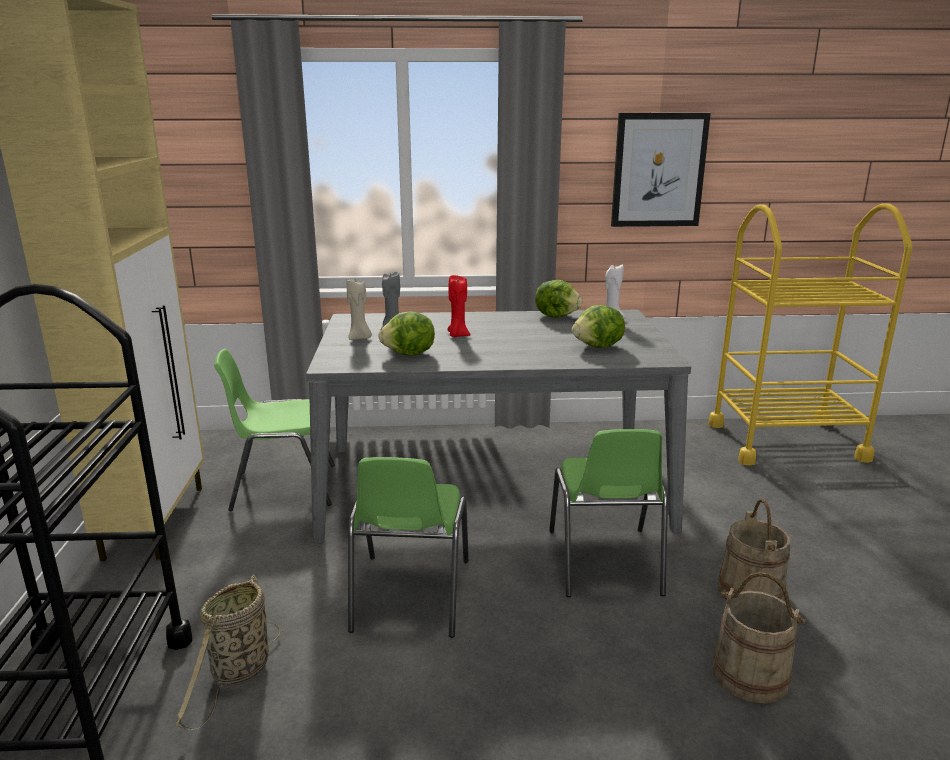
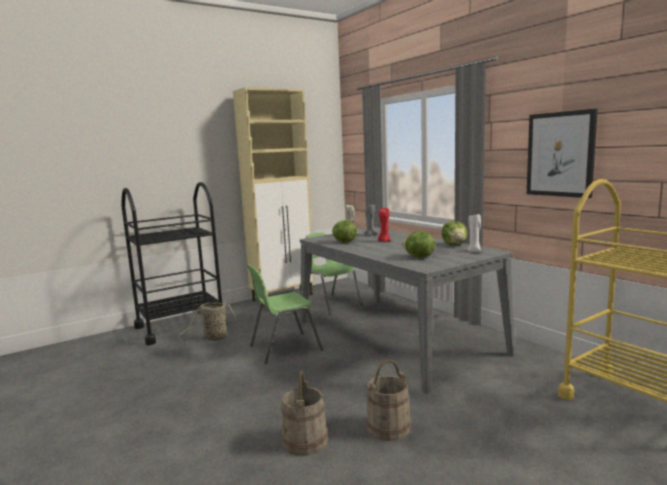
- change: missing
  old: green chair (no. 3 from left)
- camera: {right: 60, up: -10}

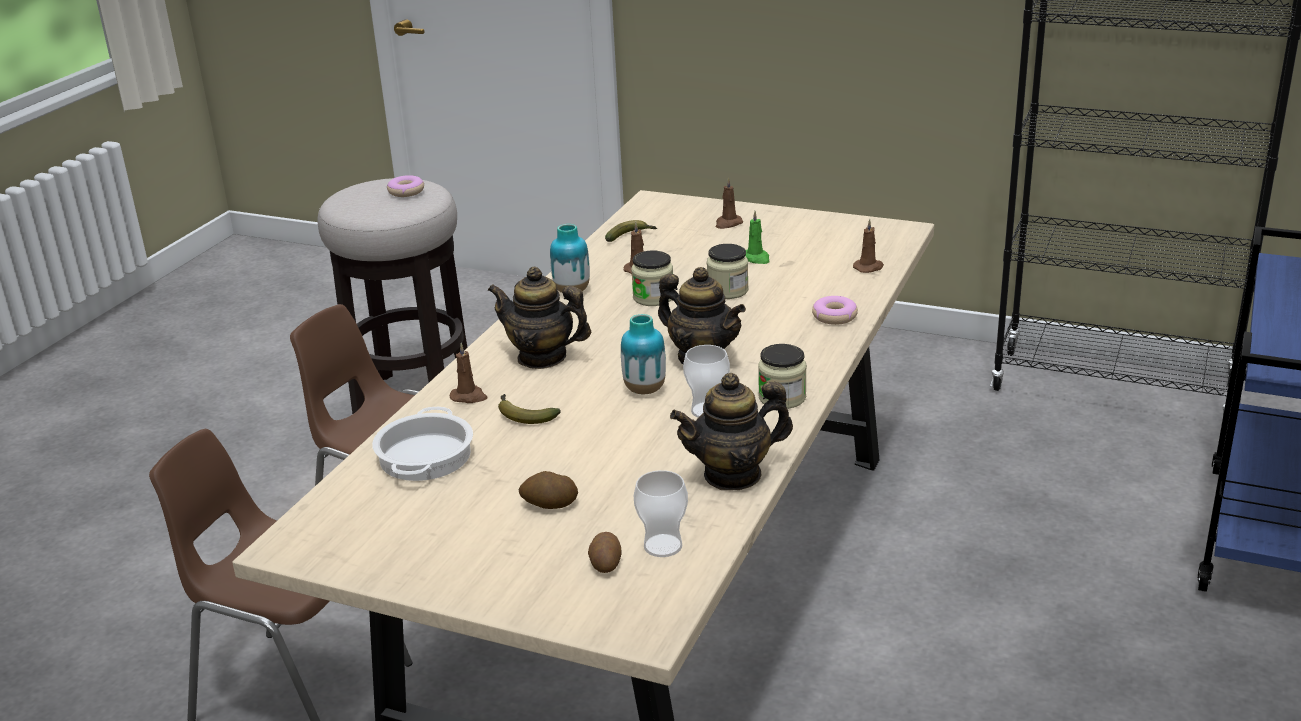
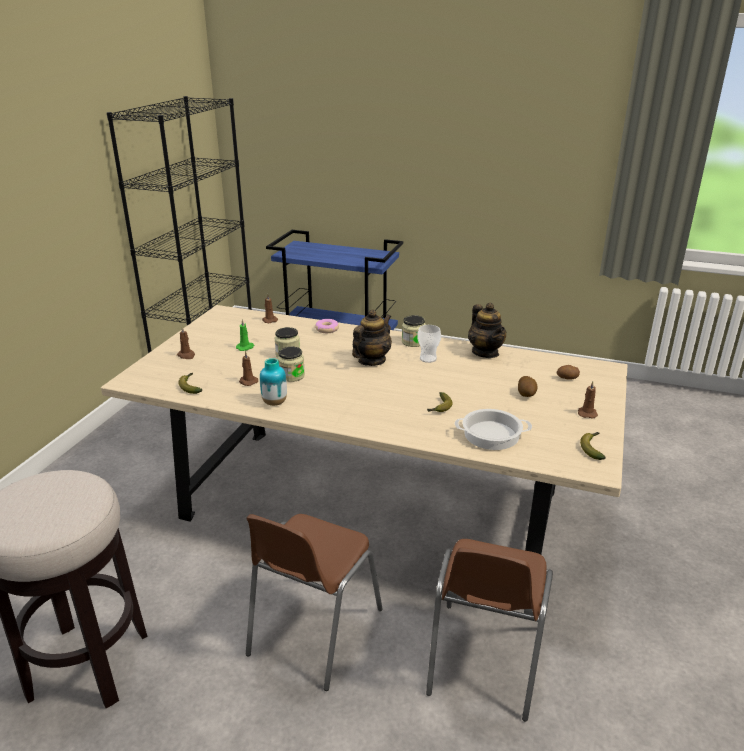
- change: missing
  old: donut (no. 1 from left)
- change: missing
  old: teapot (no. 1 from left)
- change: missing
  old: vase (no. 2 from left)
- change: missing
  old: cup (no. 1 from left)
- change: appeared
  new: banana (no. 3 from left)
- change: relocated
  old: brown candle (no. 1 from left in the first image)
  new: brown candle (no. 4 from left)
- camera: {right: -95, up: 0}

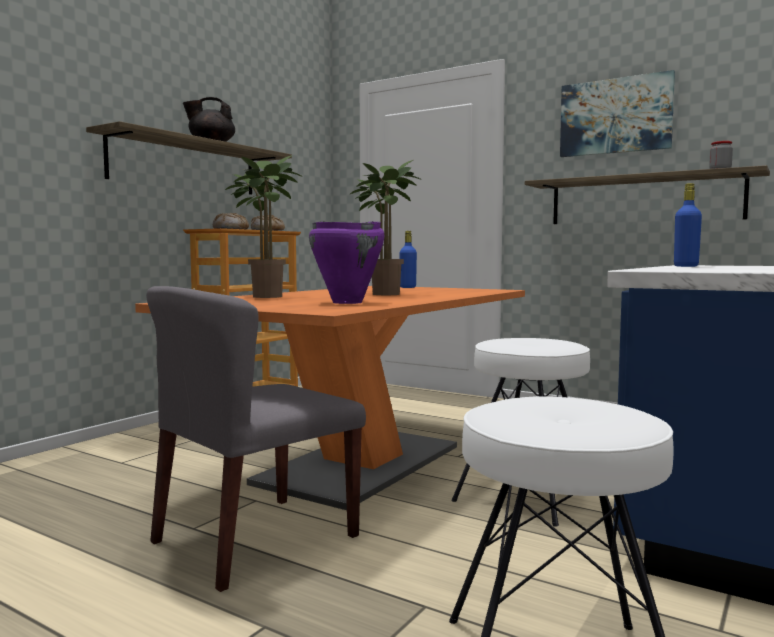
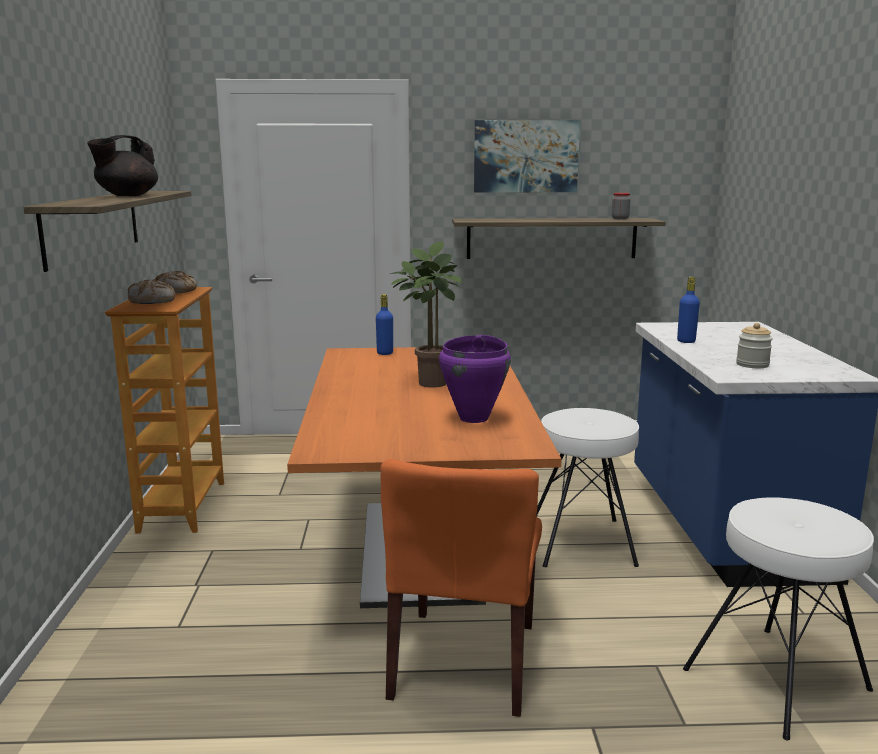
- change: missing
  old: potted plant (no. 1 from left)
- change: appeared
  new: jar (no. 2 from left)
- change: colour
  old: grey chair
  new: orange chair
- camera: {right: -35, up: 10}

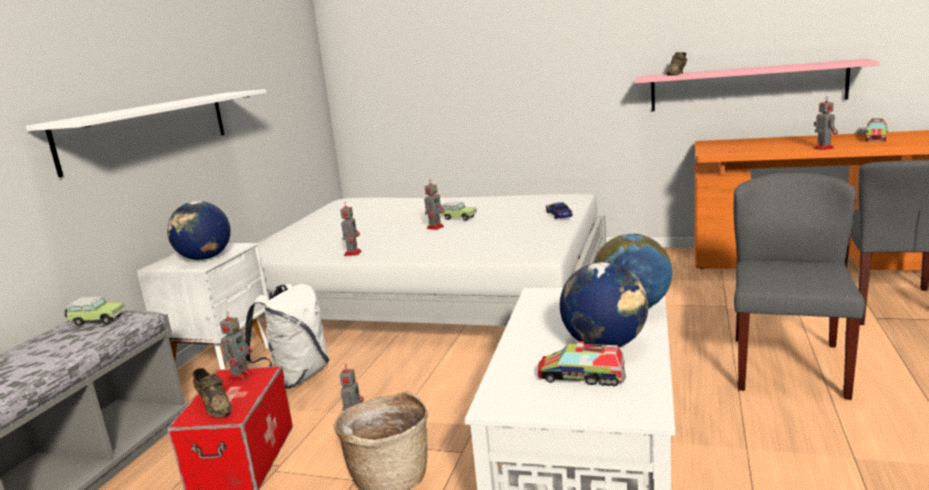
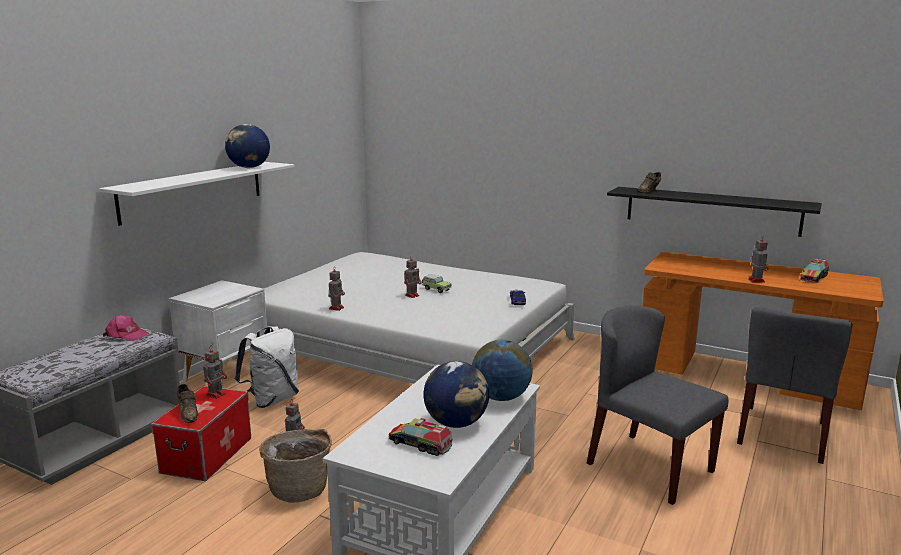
- change: relocated
  old: globe (no. 1 from left)
- change: exchanged
  old: toy car (no. 1 from left)
  new: pink cap
- change: colour
  old: pink shelf
  new: black shelf
- change: spun
  old: grey chair (no. 1 from left)
  degrees: -75
- camera: {right: 10, up: 0}

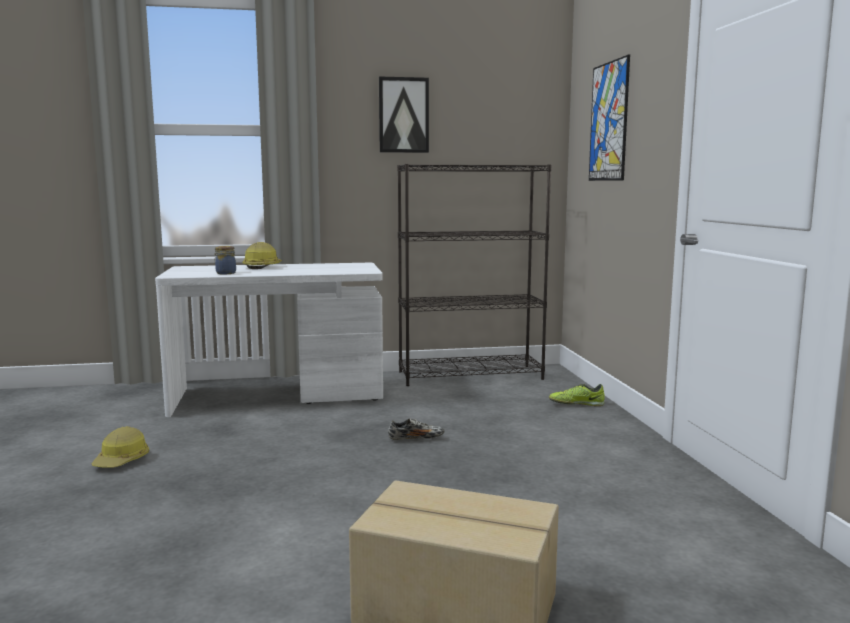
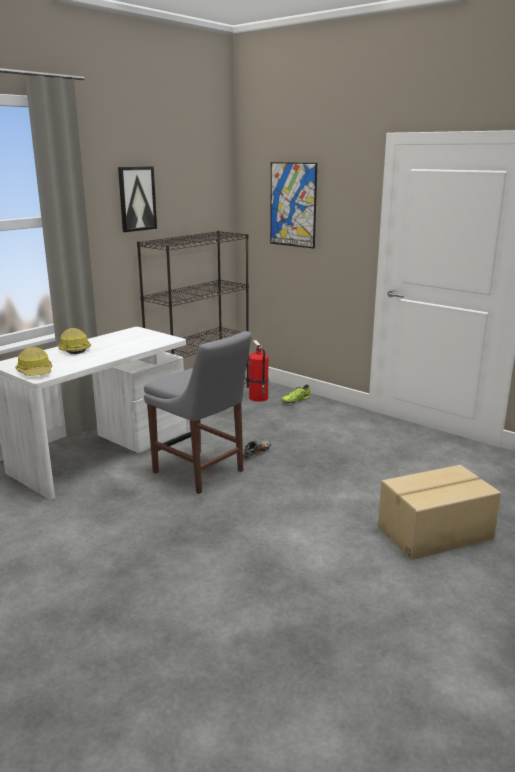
- change: missing
  old: jar
- change: appeared
  new: grey chair
- change: appeared
  new: fire extinguisher
- change: relocated
  old: hard hat (no. 1 from left)
- camera: {right: -40, up: 10}

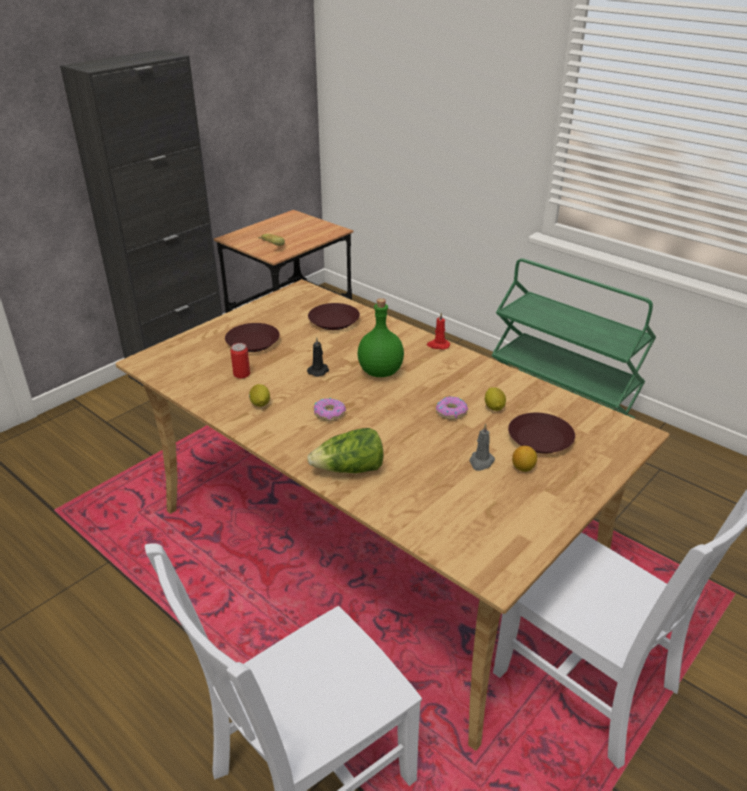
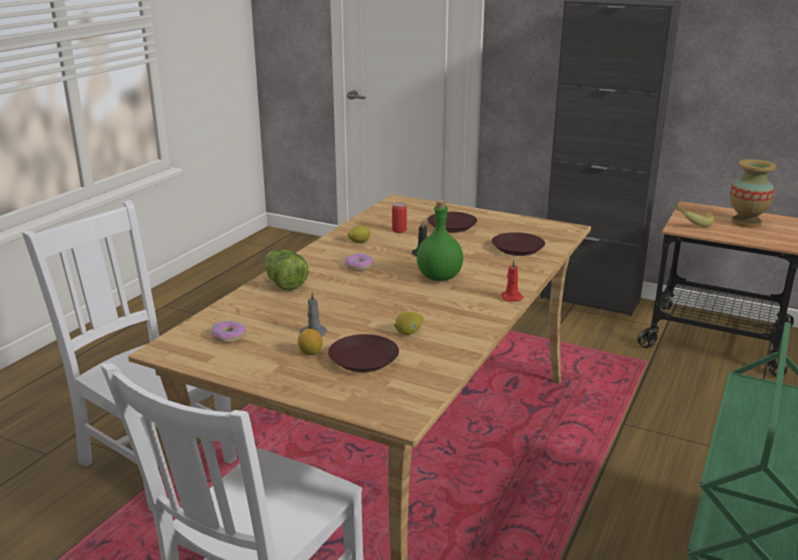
- change: appeared
  new: vase
- change: relocated
  old: donut (no. 2 from left in the first image)
  new: donut (no. 1 from left)
- camera: {right: 75, up: -10}

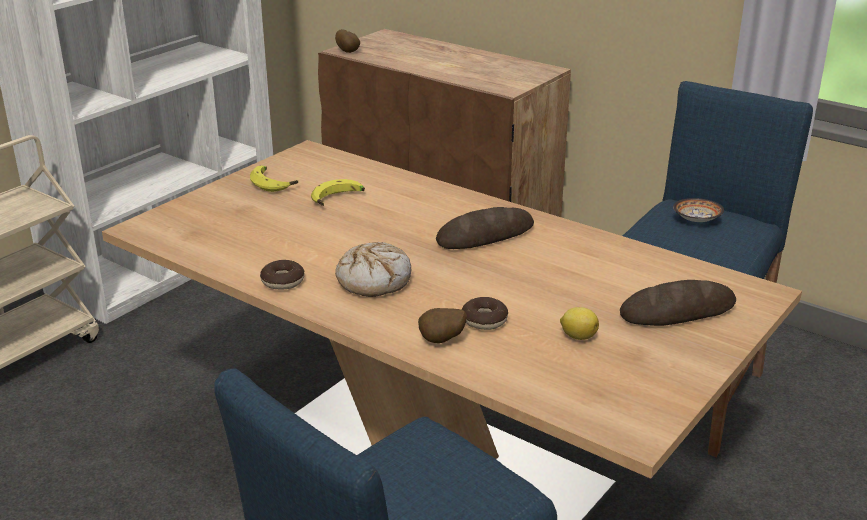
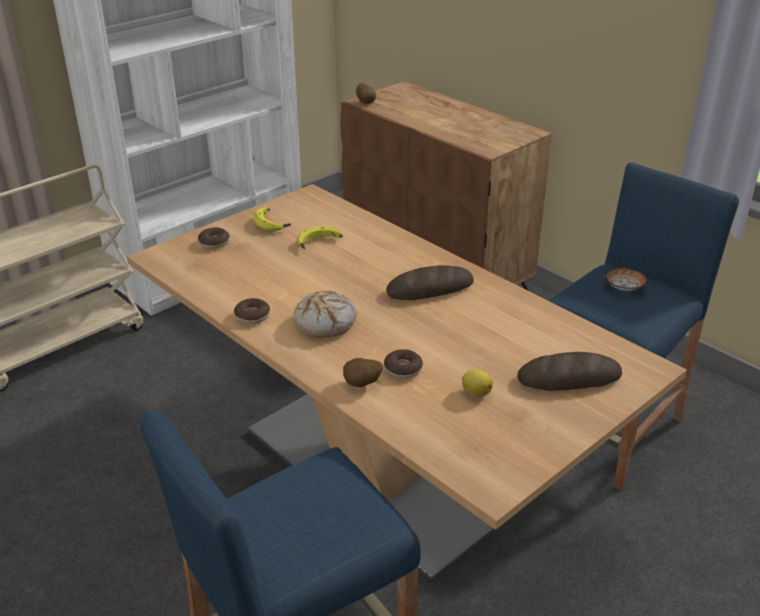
- change: appeared
  new: donut (no. 1 from left)
- camera: {right: 10, up: 5}

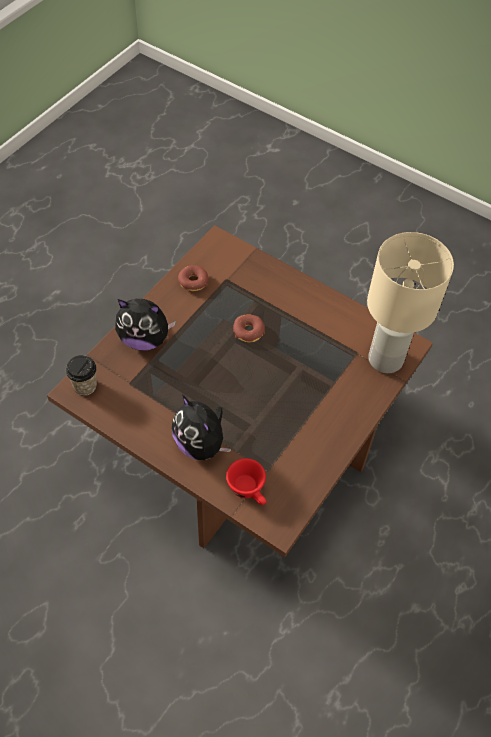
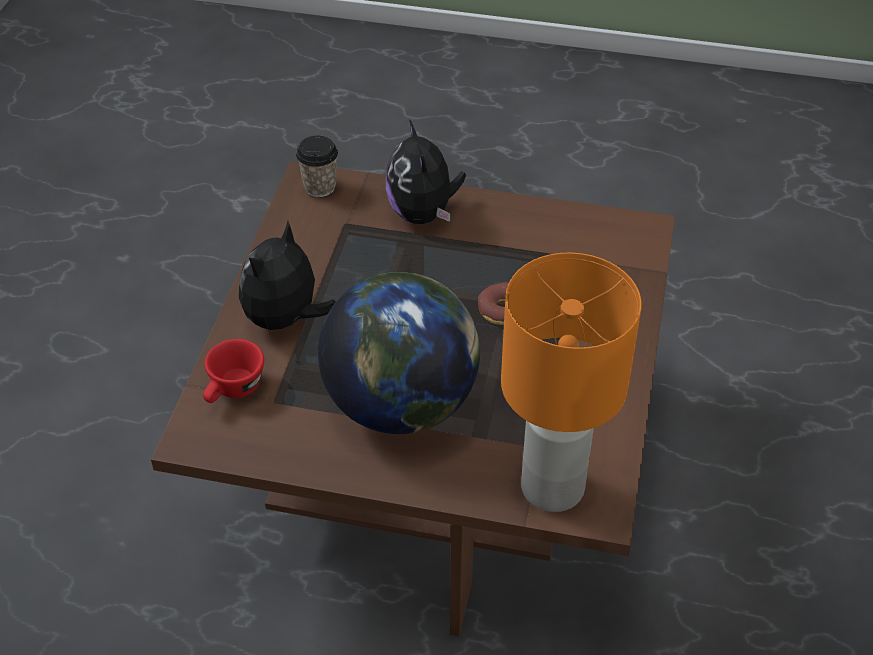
- change: missing
  old: donut (no. 1 from left)
- change: appeared
  new: globe
- change: colour
  old: beige table lamp
  new: orange table lamp
- camera: {right: 70, up: -10}

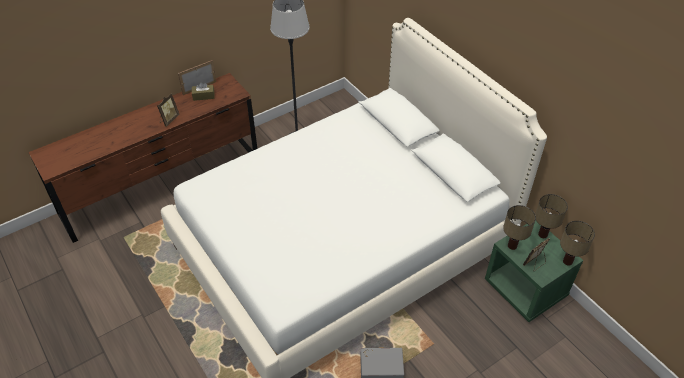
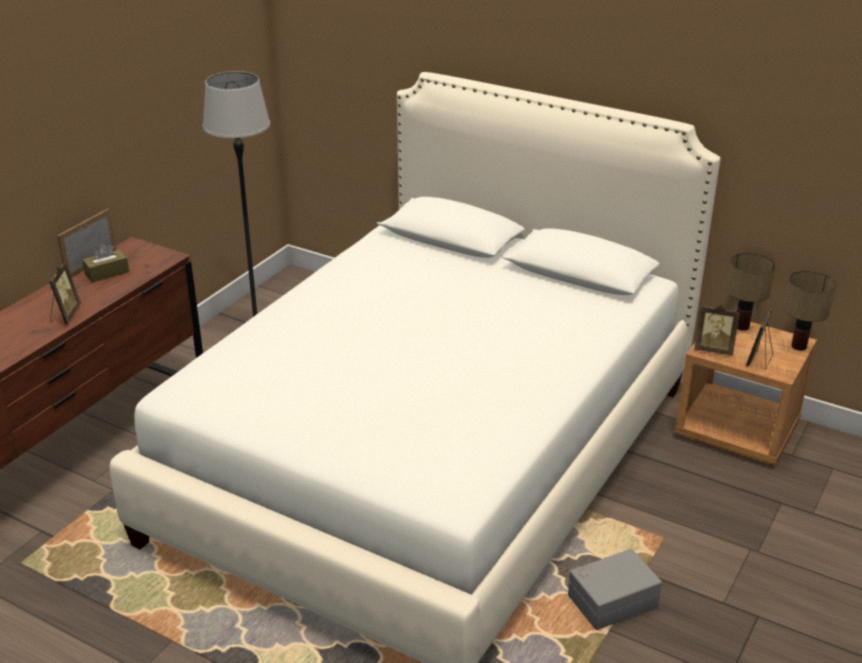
- change: exchanged
  old: table lamp (no. 1 from left)
  new: picture frame (no. 3 from left)
- change: colour
  old: green nightstand
  new: brown nightstand
- camera: {right: -25, up: -15}

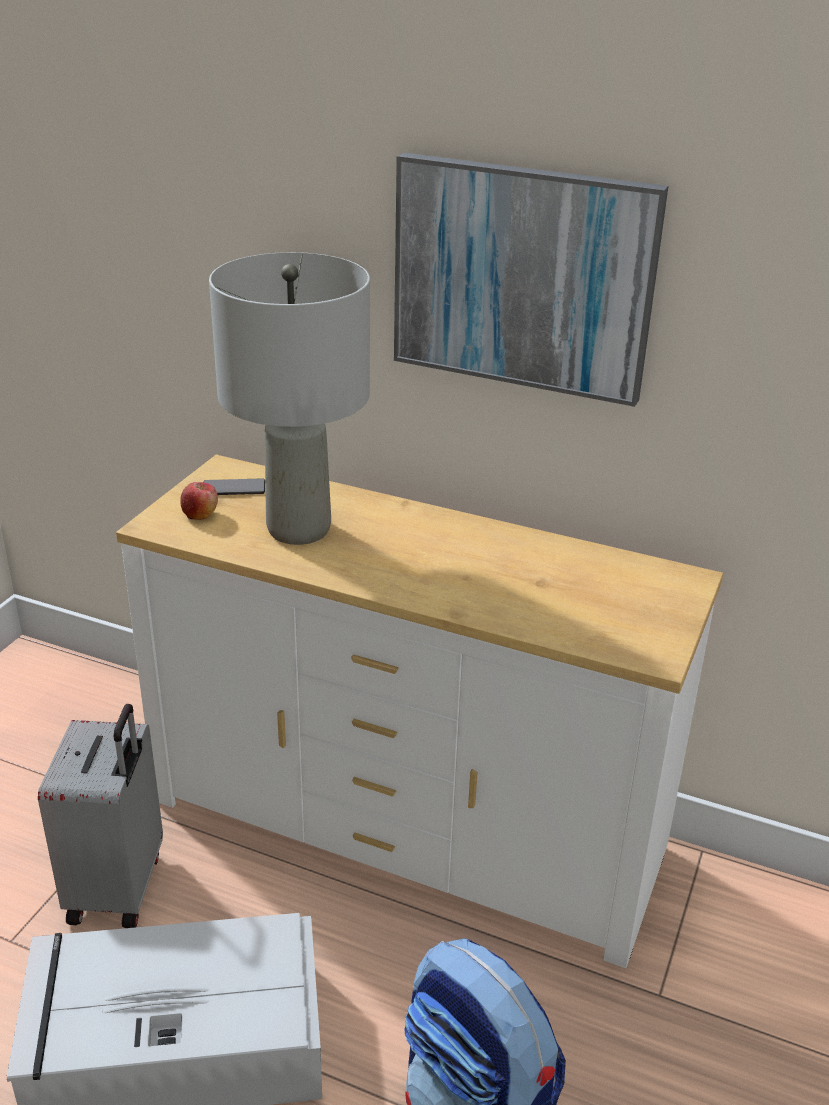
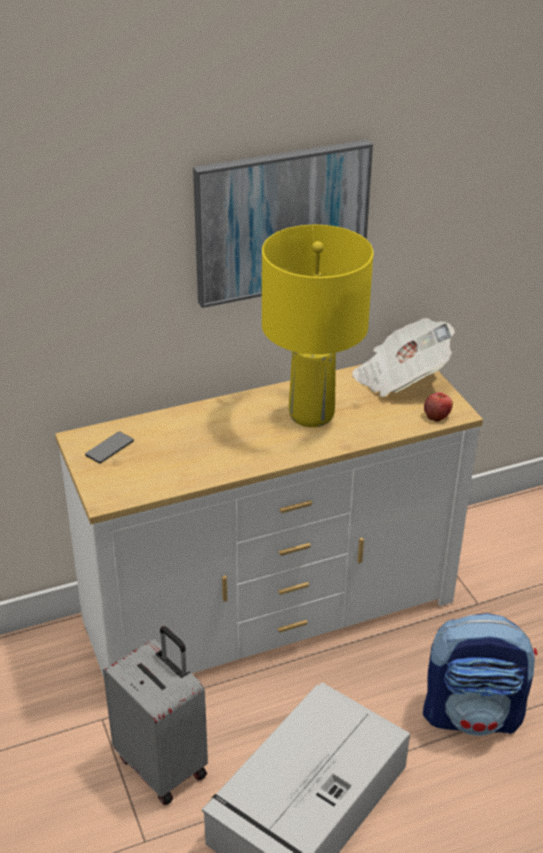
- change: missing
  old: grey table lamp
- change: appeared
  new: yellow table lamp
- change: appeared
  new: newspaper
- change: relocated
  old: apple
- camera: {right: -45, up: 5}

